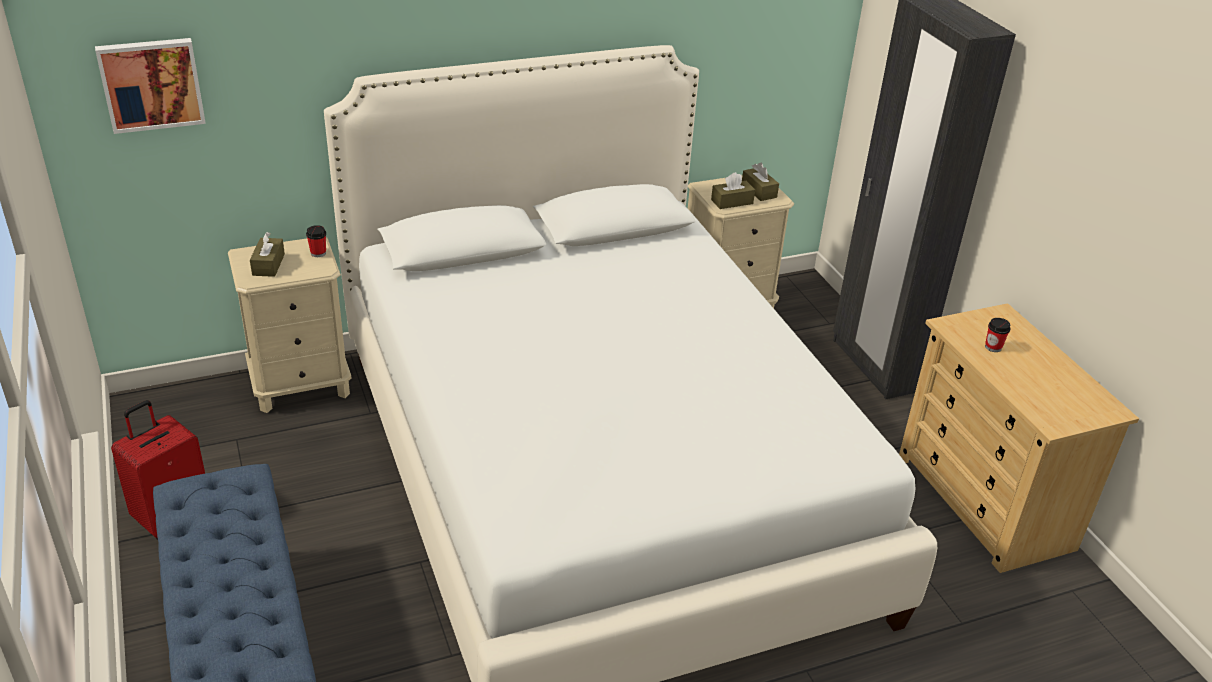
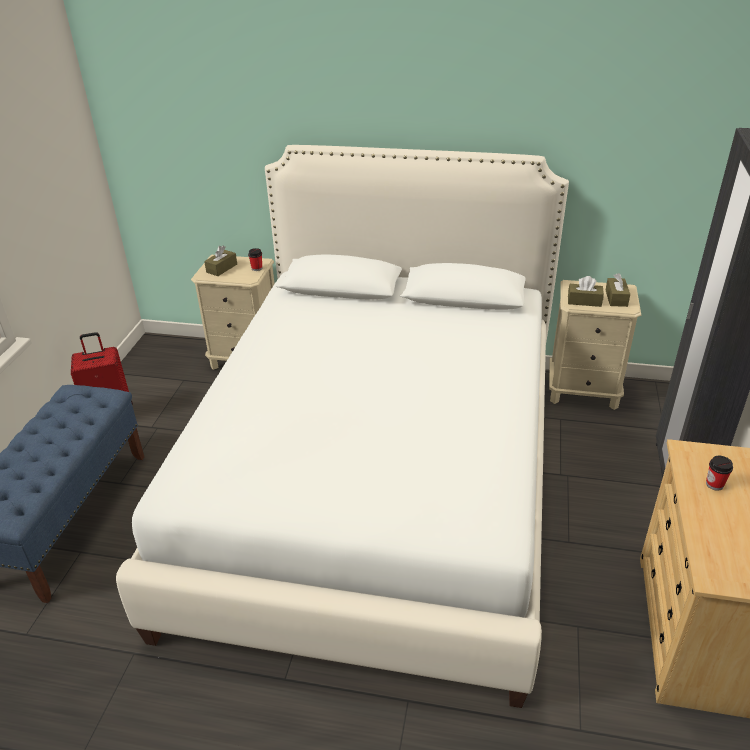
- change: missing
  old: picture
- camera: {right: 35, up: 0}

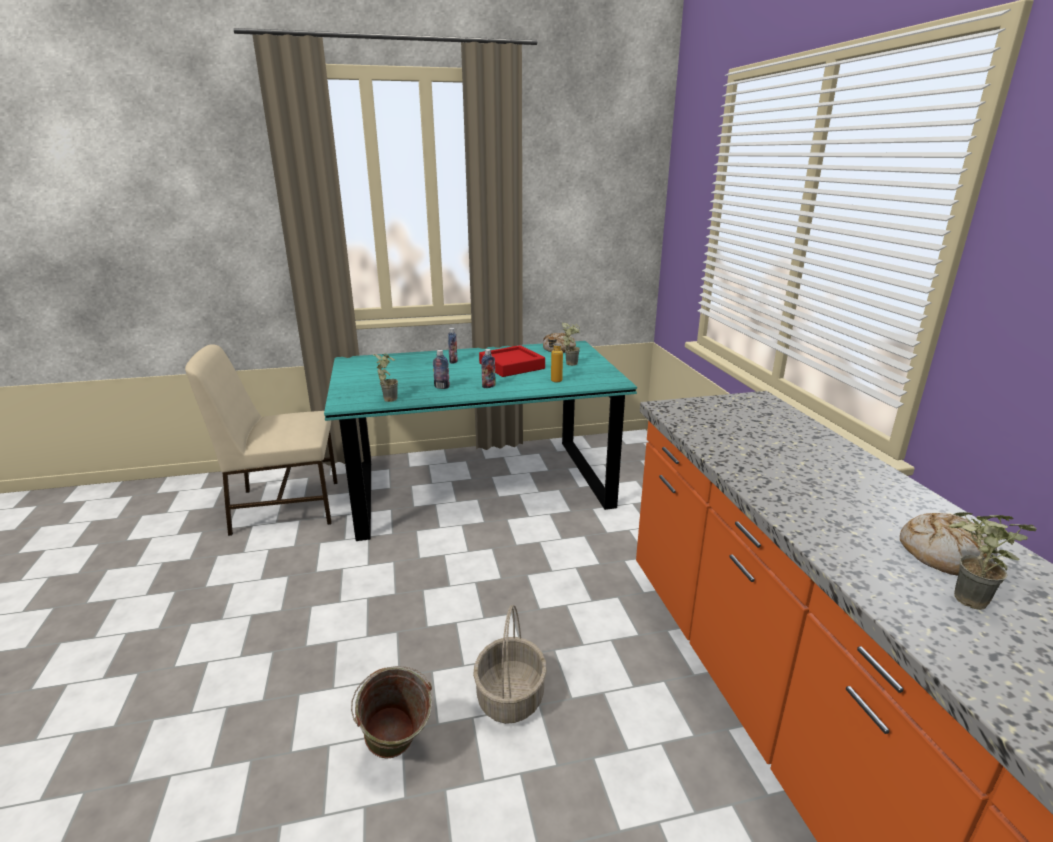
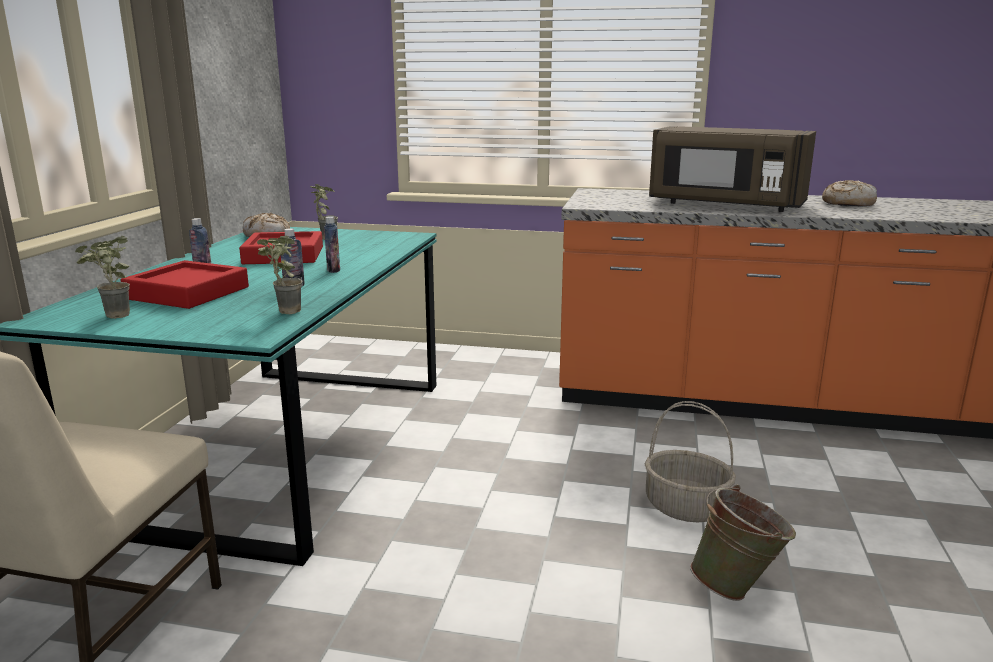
- change: missing
  old: bottle (no. 4 from left)
- change: appeared
  new: red tray (no. 1 from left)
- change: appeared
  new: brown microwave
- change: relocated
  old: potted plant (no. 3 from left in the first image)
  new: potted plant (no. 1 from left)
- camera: {right: -65, up: -5}

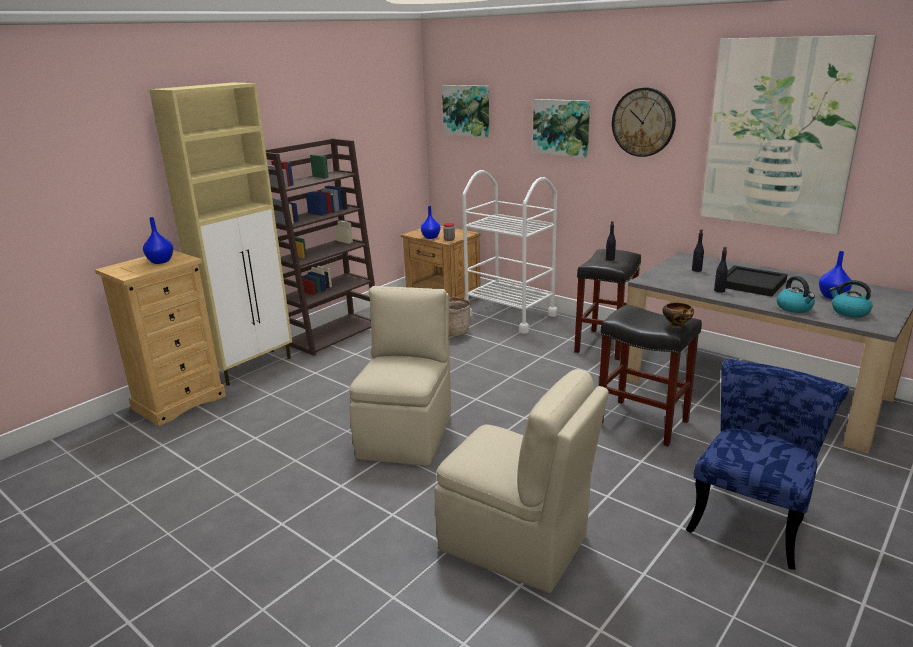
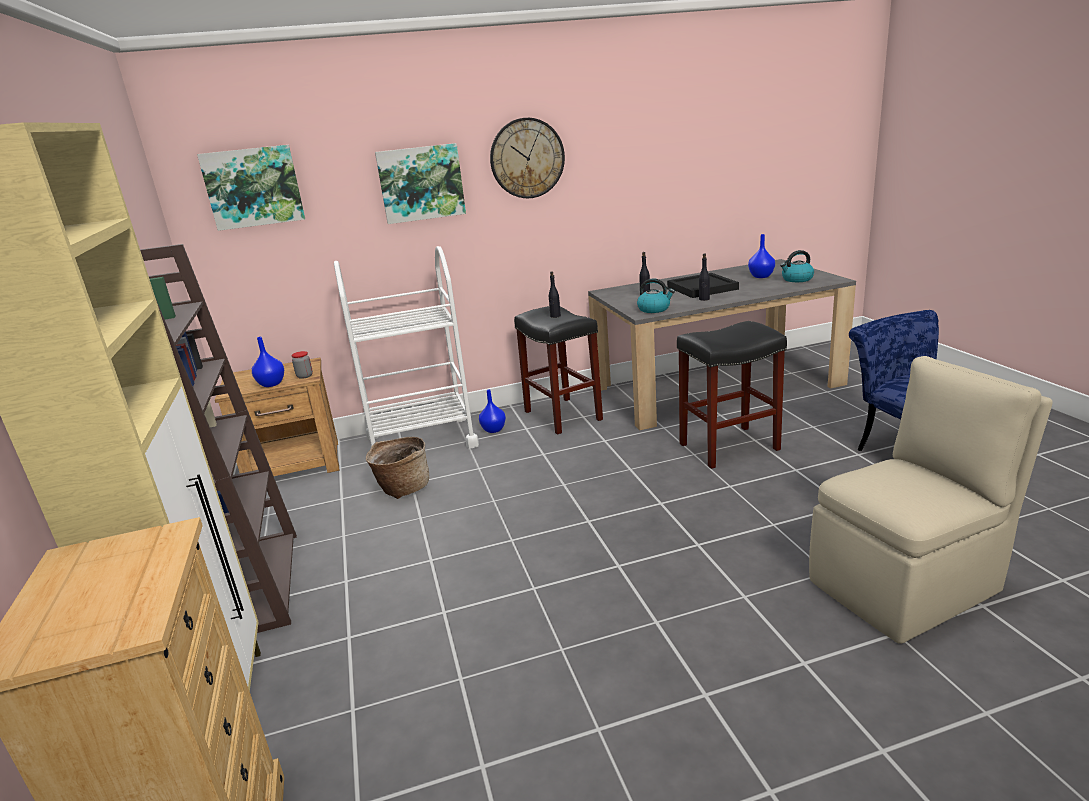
- change: missing
  old: beige chair (no. 1 from left)
- change: missing
  old: bowl
- change: missing
  old: picture (no. 3 from left)
- change: relocated
  old: blue vase (no. 1 from left in the first image)
  new: blue vase (no. 2 from left)
- change: relocated
  old: kettle (no. 1 from left)
- camera: {right: -55, up: 0}

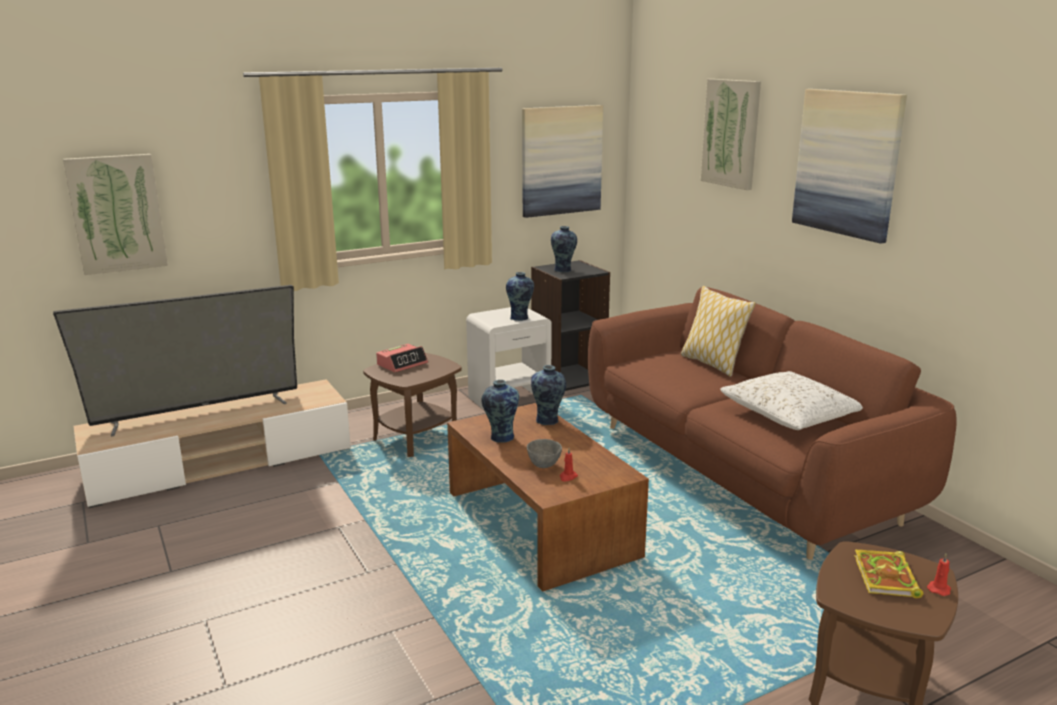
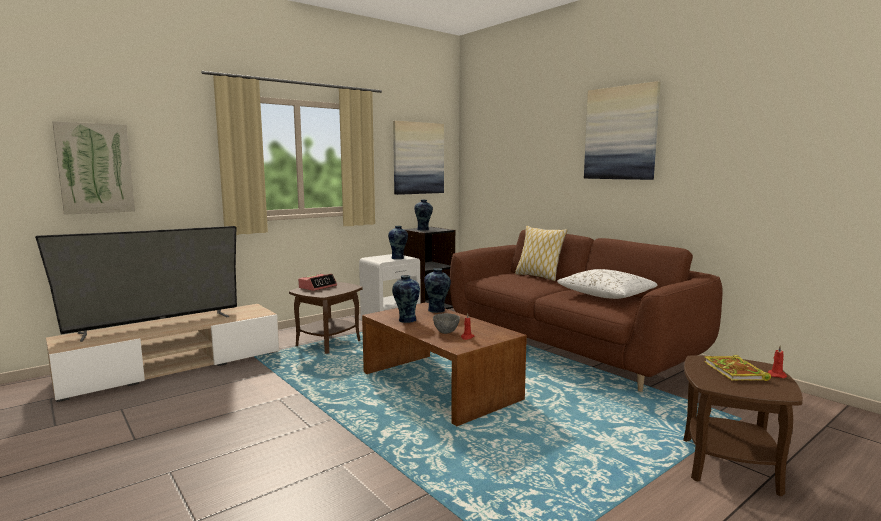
- change: missing
  old: picture (no. 3 from left)
- camera: {right: -10, up: -10}

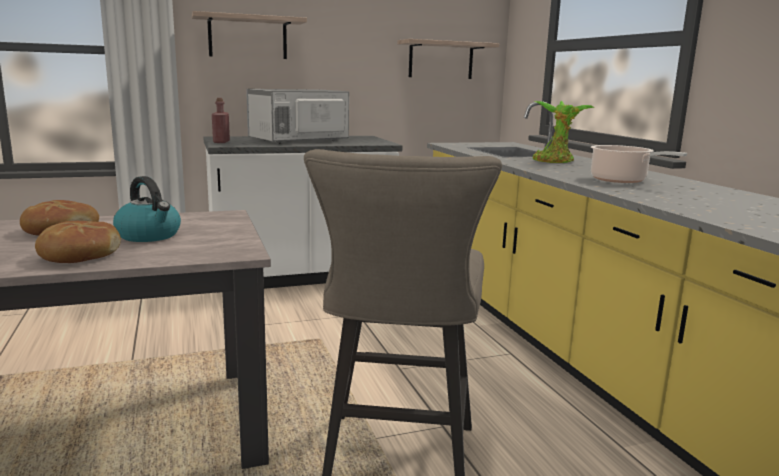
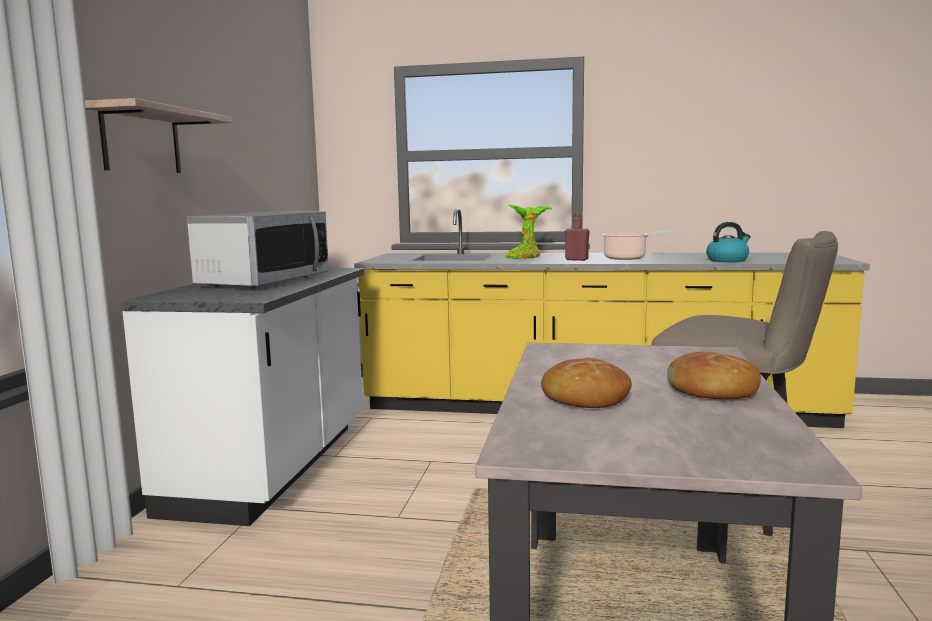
- change: missing
  old: shelf (no. 2 from left)
- change: relocated
  old: kettle
- change: relocated
  old: red bottle
- change: spun
  old: microwave
  degrees: -150
- camera: {right: -60, up: -5}

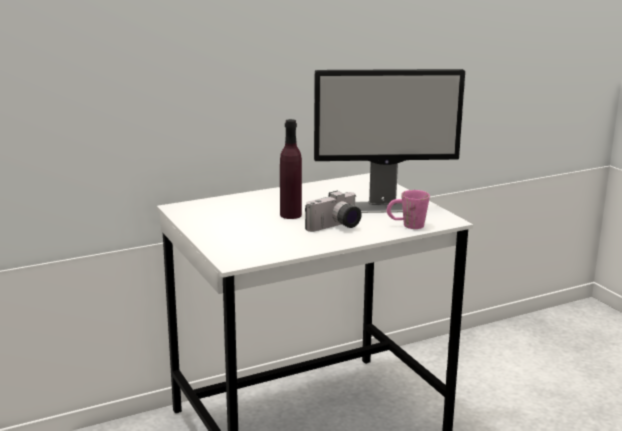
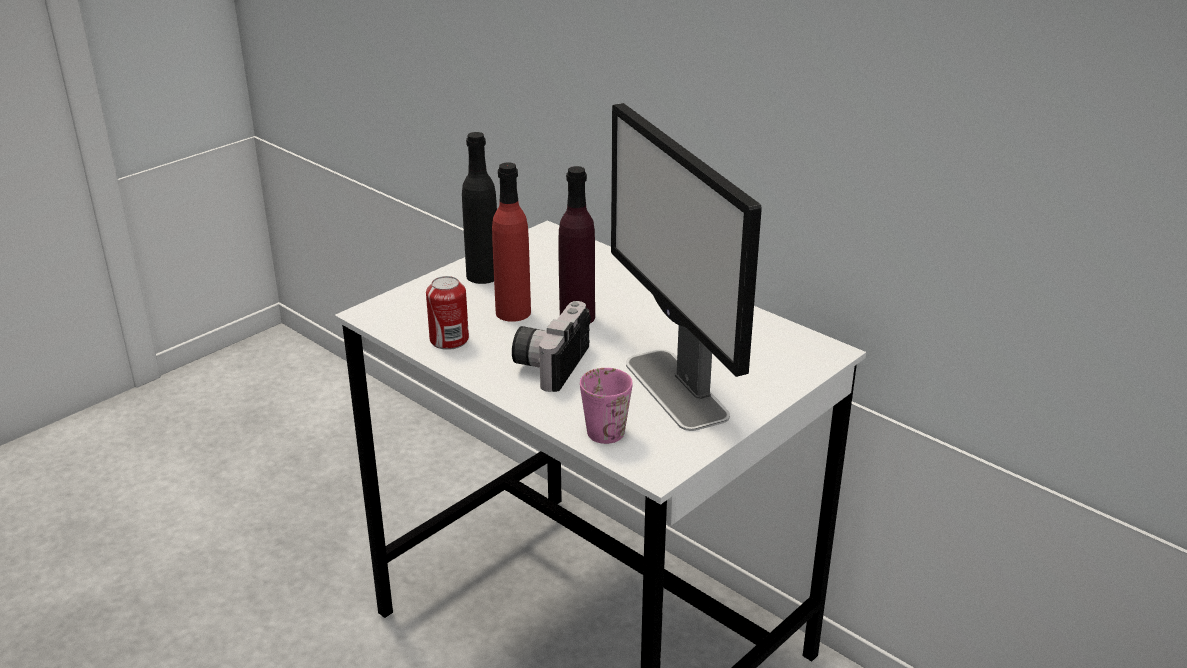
- change: appeared
  new: can
- change: appeared
  new: black bottle
- change: appeared
  new: red bottle
- change: spun
  old: photo camera
  degrees: 75
- camera: {right: 70, up: 10}

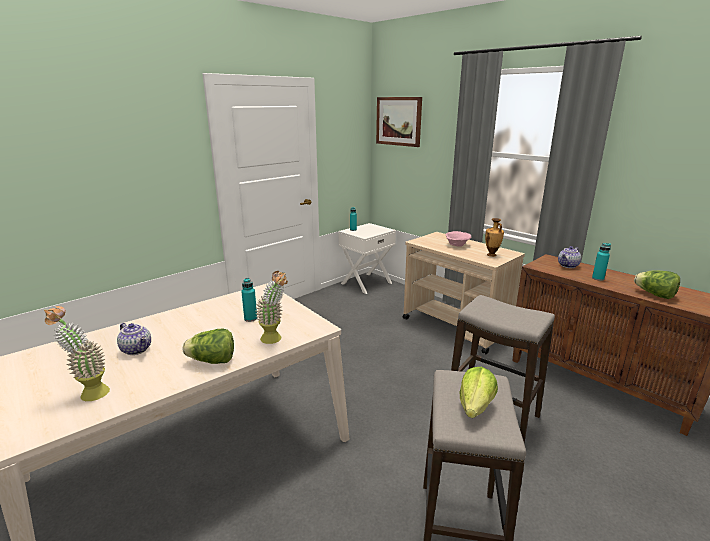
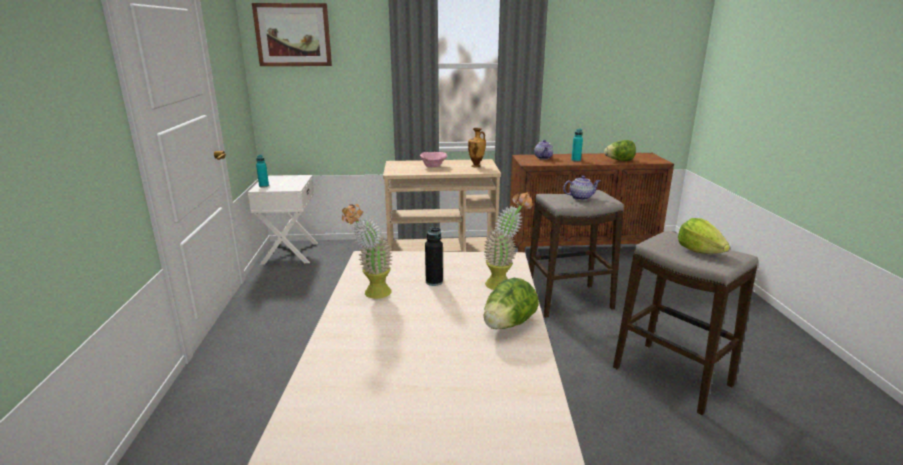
- change: relocated
  old: potted plant (no. 1 from left)
- change: relocated
  old: teapot (no. 1 from left in the first image)
  new: teapot (no. 2 from left)
- change: colour
  old: turquoise bottle (no. 1 from left)
  new: black bottle
- camera: {right: -50, up: 0}

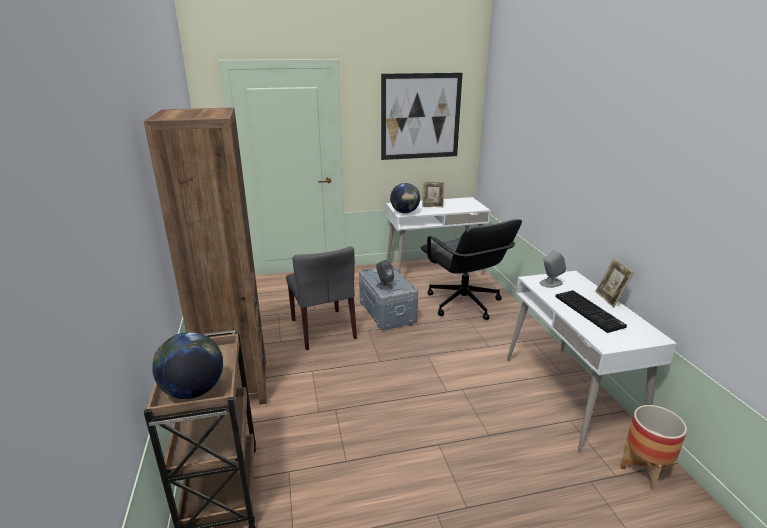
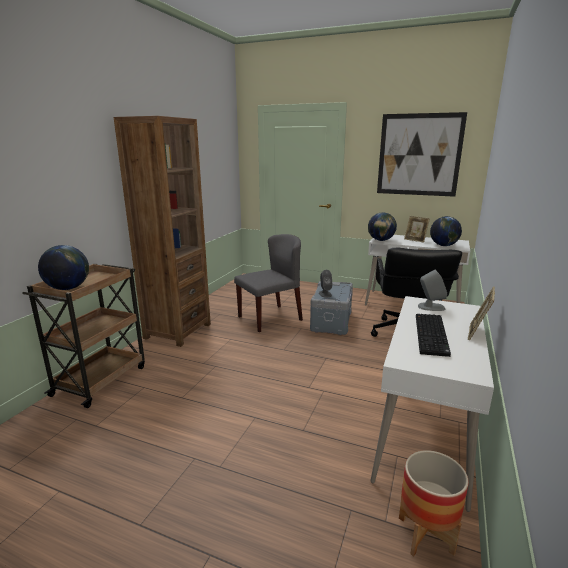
- change: appeared
  new: globe (no. 3 from left)
- change: spun
  old: grey chair
  degrees: -135
- camera: {right: 35, up: -5}

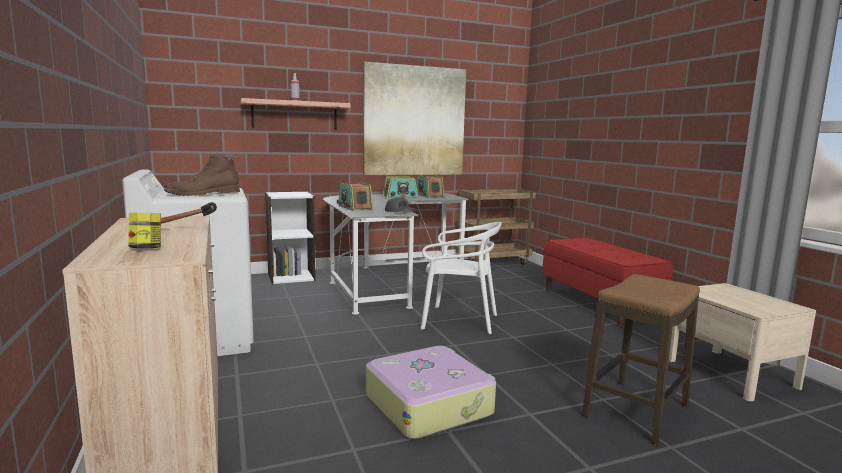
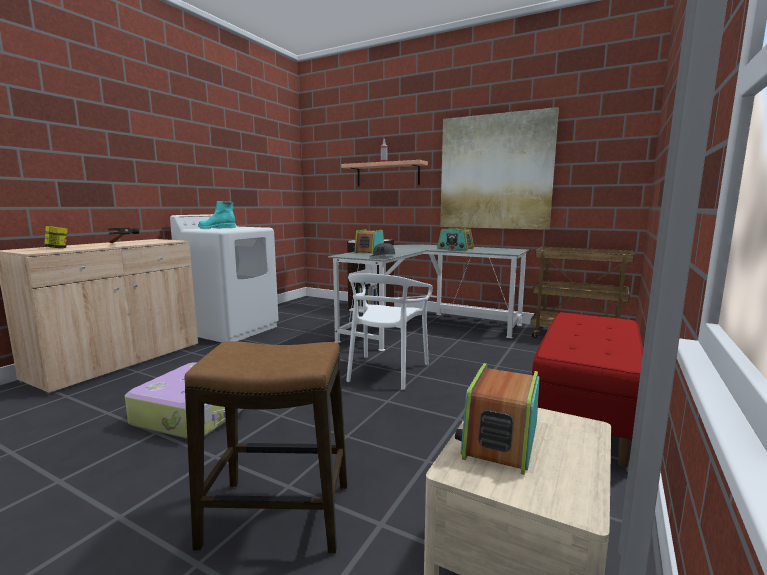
- change: relocated
  old: radio (no. 3 from left)
- change: colour
  old: brown boot
  new: turquoise boot
- change: spun
  old: white chair
  degrees: 45
- camera: {right: 50, up: 0}

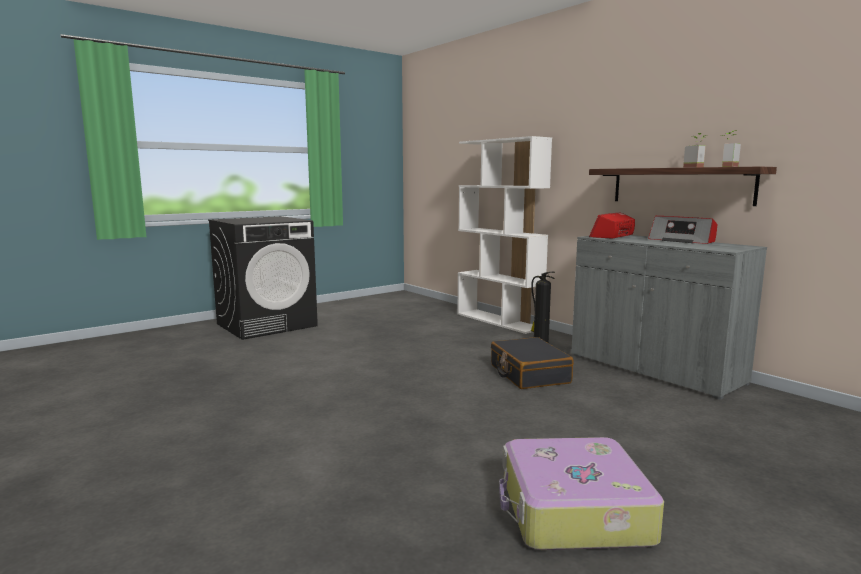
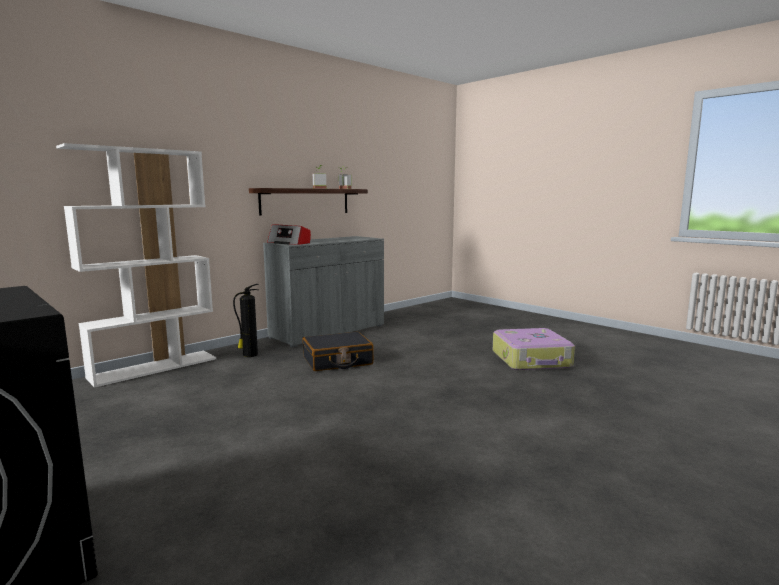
- change: missing
  old: radio (no. 2 from left)
- camera: {right: -95, up: 0}

